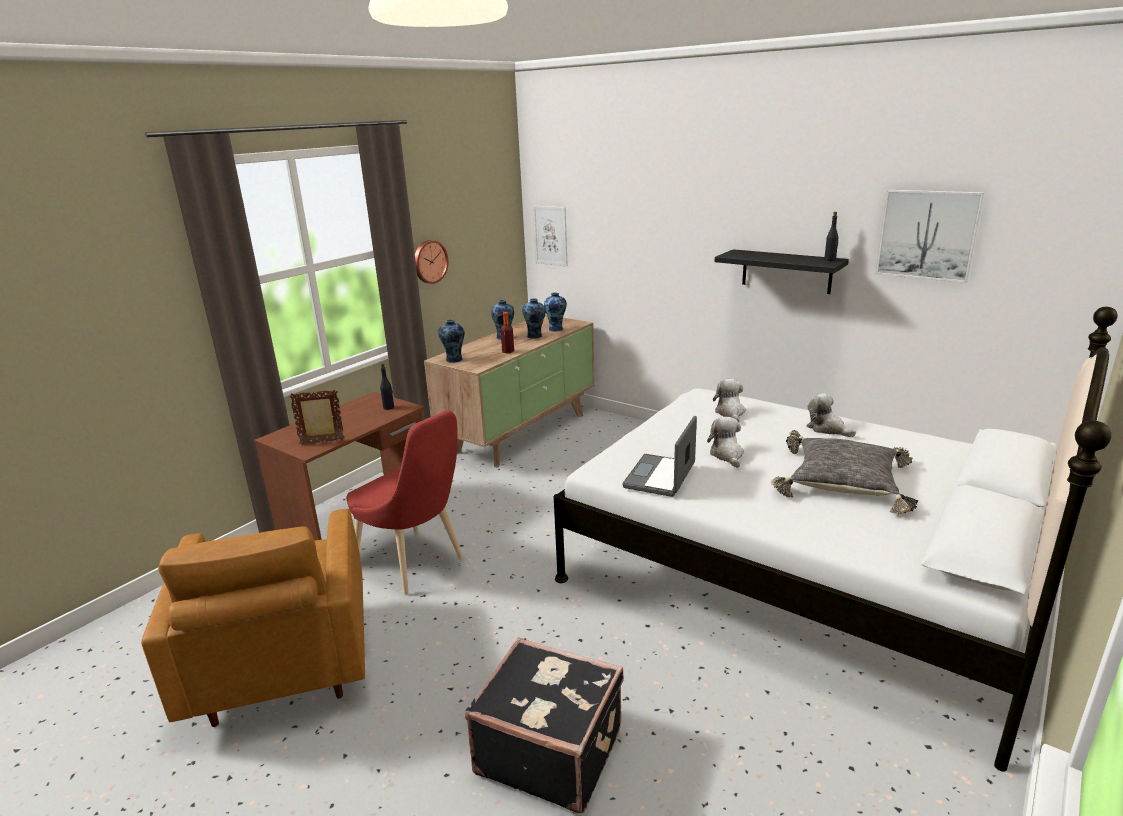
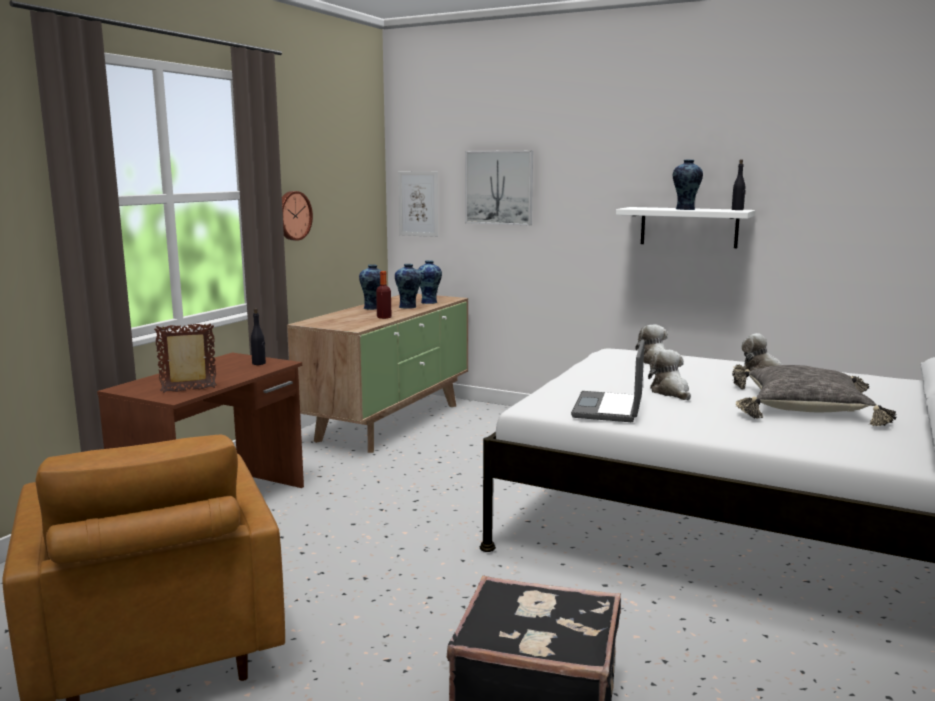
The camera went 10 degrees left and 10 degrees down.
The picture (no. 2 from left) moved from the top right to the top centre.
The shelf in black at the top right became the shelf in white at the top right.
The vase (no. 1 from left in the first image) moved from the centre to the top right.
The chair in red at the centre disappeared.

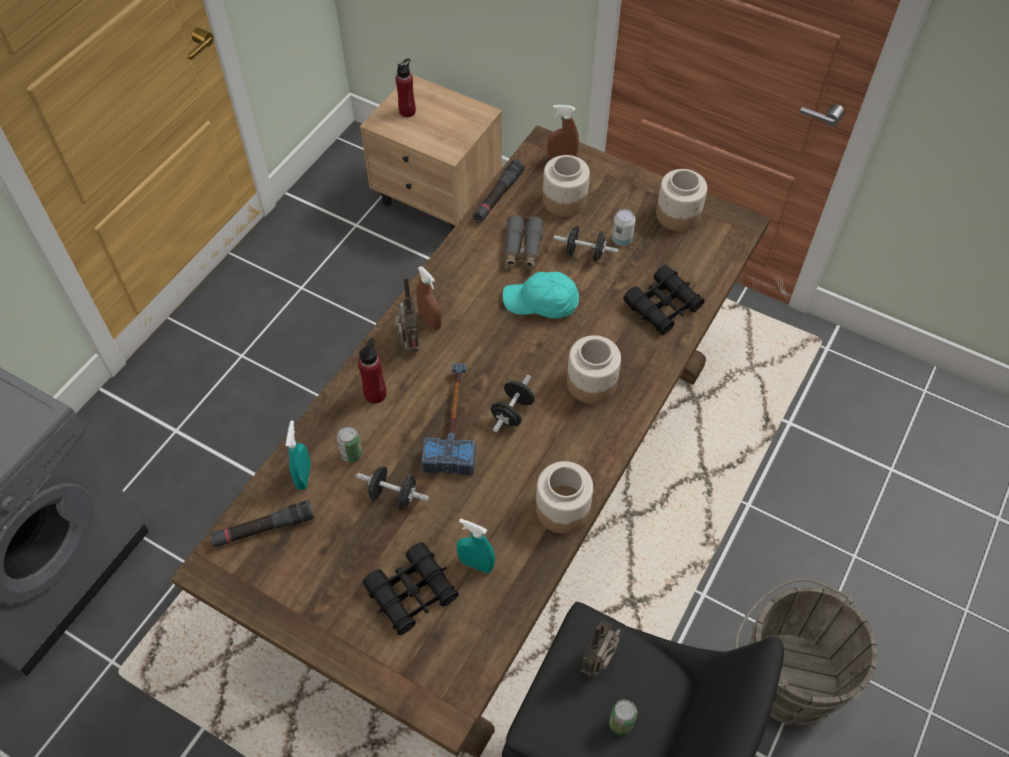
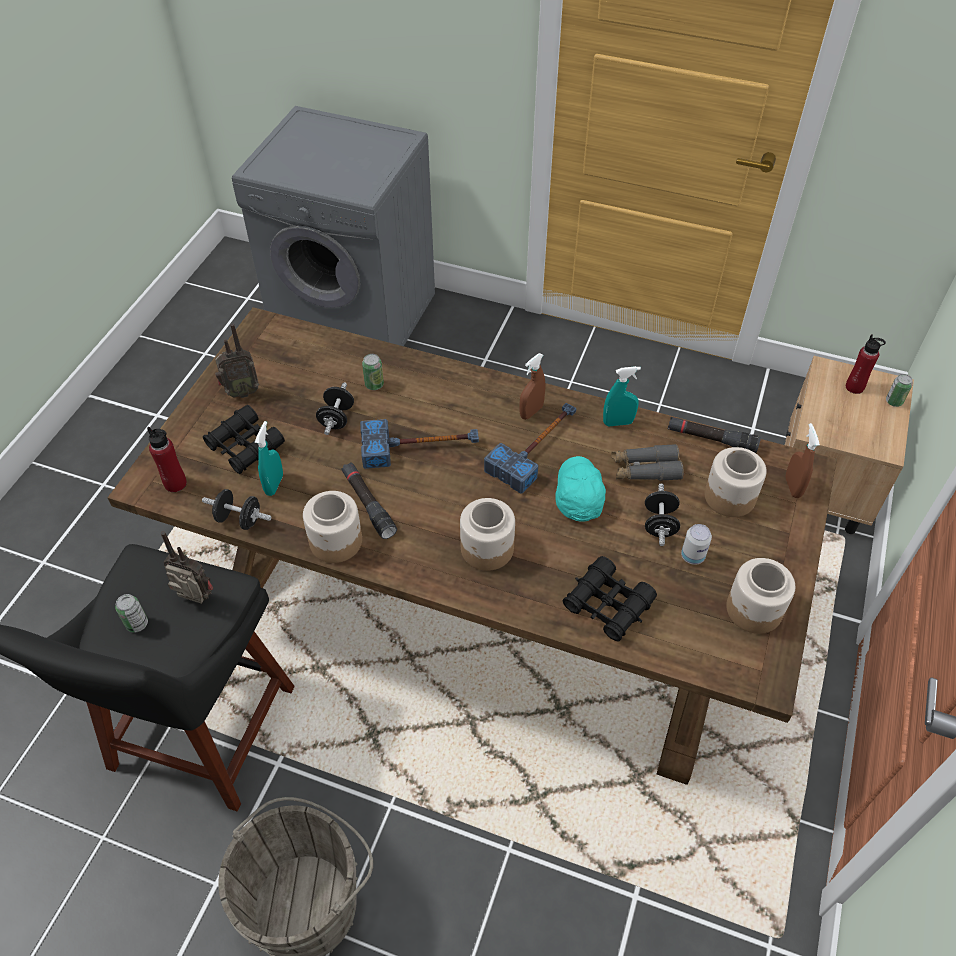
The camera went 80 degrees right and 5 degrees down.
The bottle in red (no. 1 from left) moved from the centre to the middle left.
The dumbbell in black (no. 2 from left in the first image) moved from the centre to the middle left.
The radio (no. 1 from left in the first image) moved from the centre to the middle left.
The flashlight in black (no. 1 from left) moved from the bottom left to the centre.
The hammer (no. 2 from left) at the centre appeared.
The spray bottle in turquoise (no. 1 from left in the first image) moved from the middle left to the centre.
The can (no. 4 from left) at the middle right appeared.

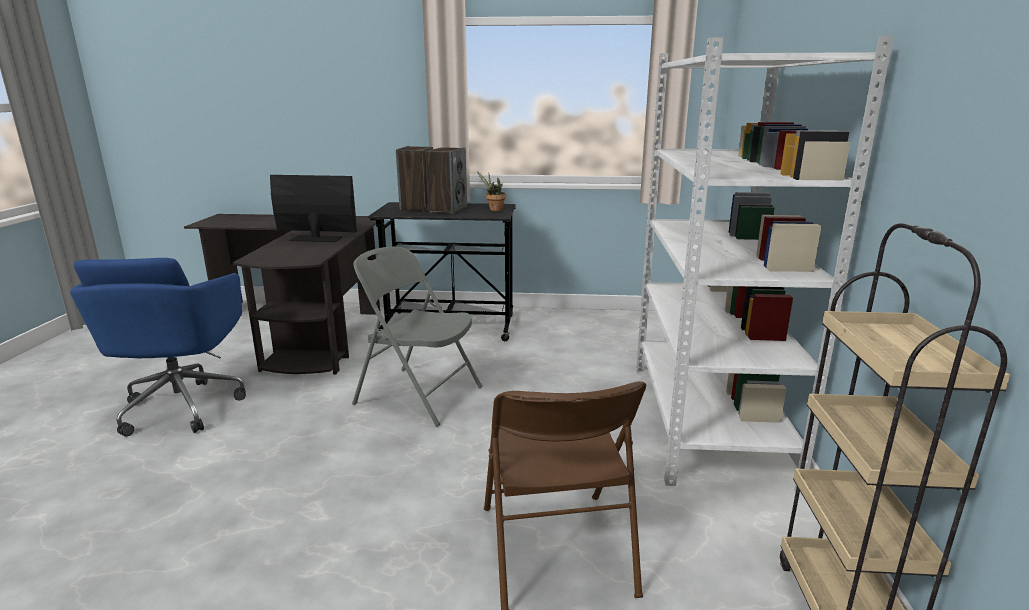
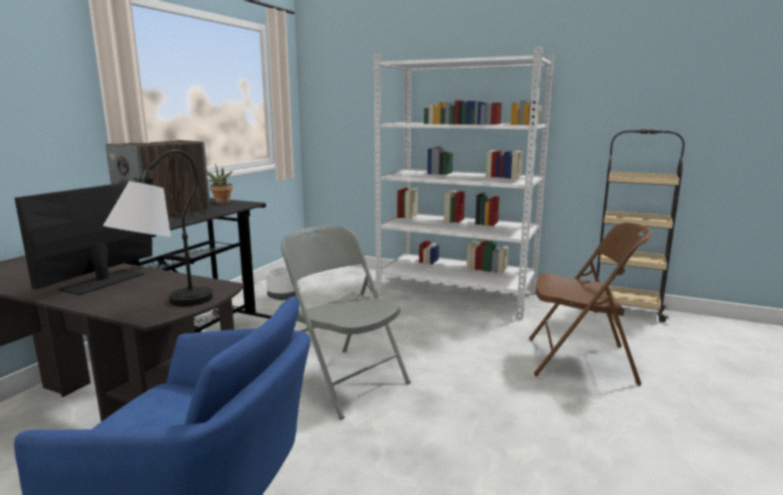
The camera went 70 degrees left and 5 degrees down.
The table lamp at the middle left appeared.
The planter in white at the centre appeared.
The chair in grey at the centre turned 90 degrees clockwise.

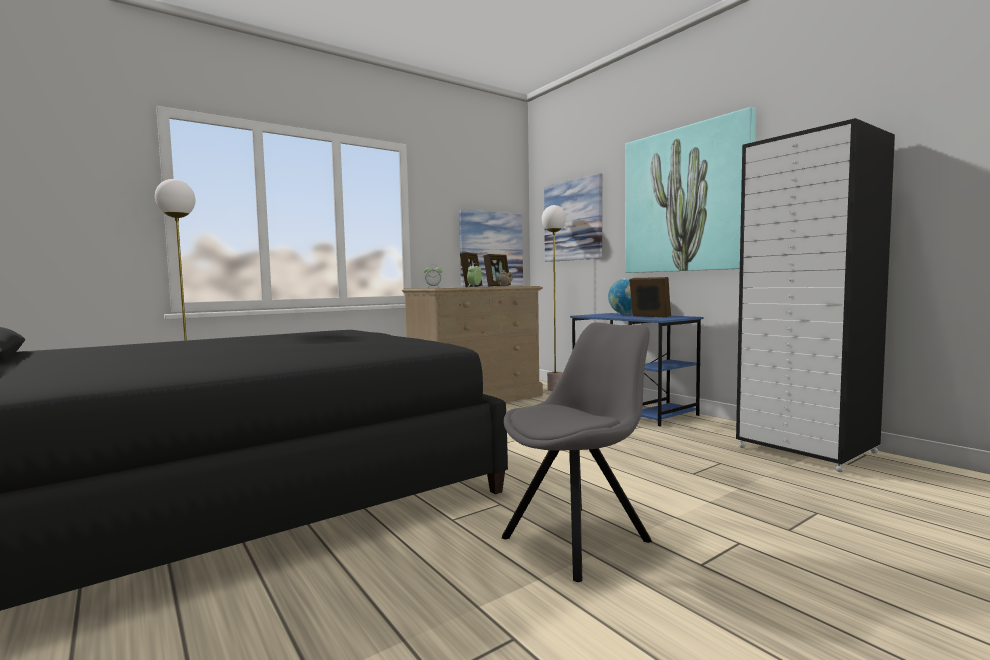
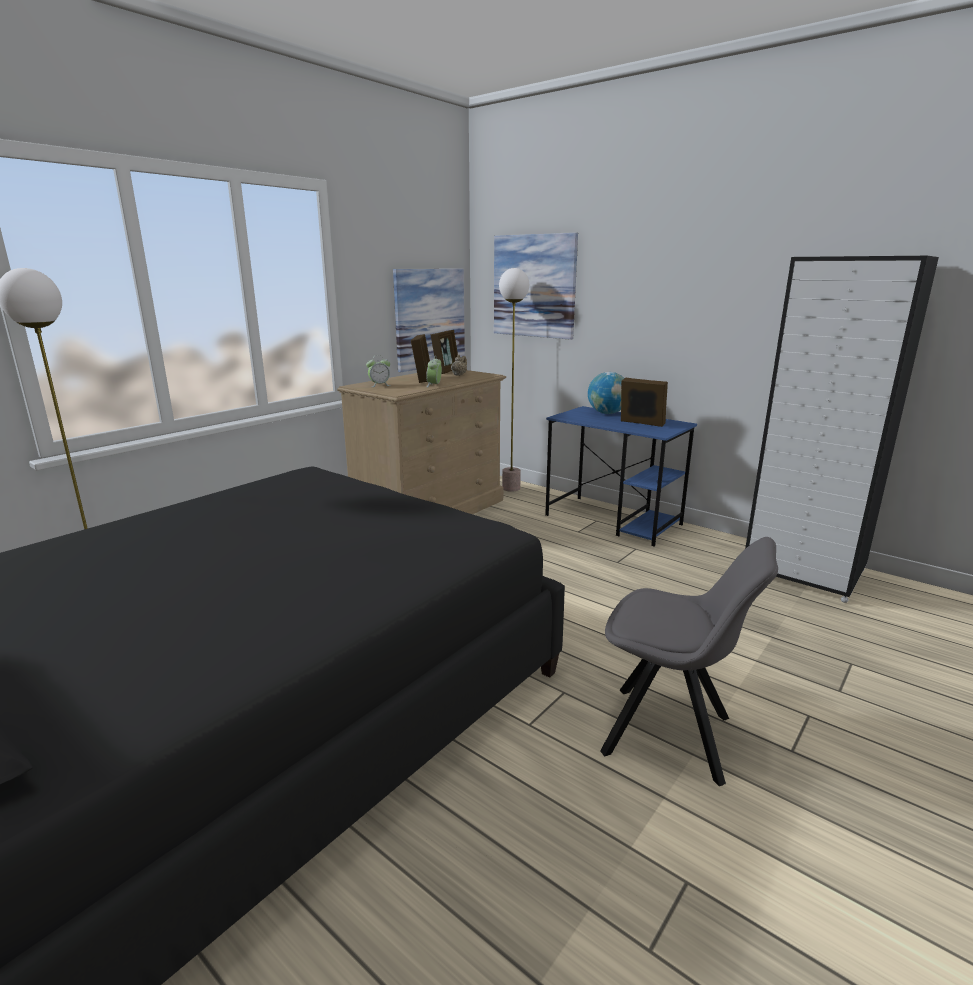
The camera went 15 degrees left and 15 degrees up.
The chair in grey at the bottom centre turned 75 degrees clockwise.
The picture (no. 3 from left) at the top right disappeared.

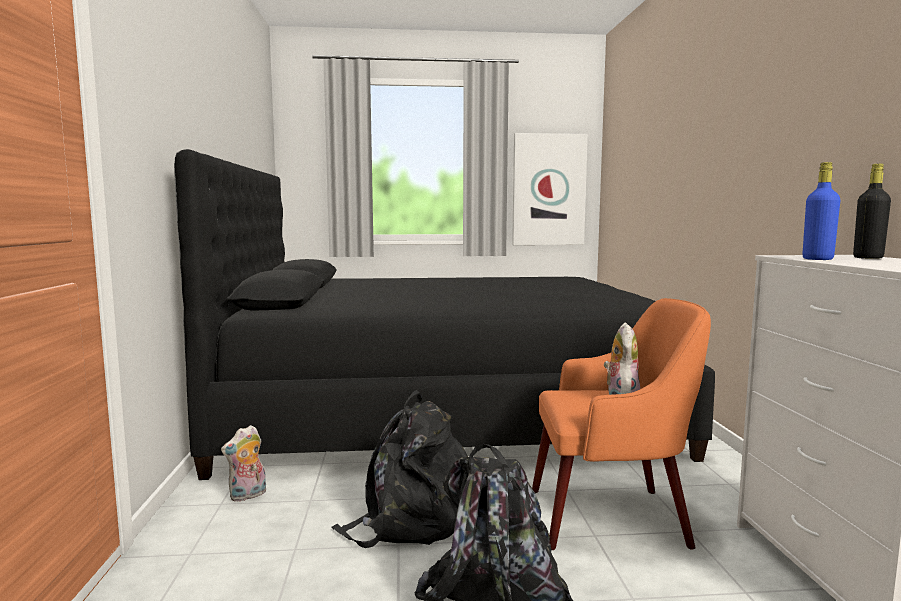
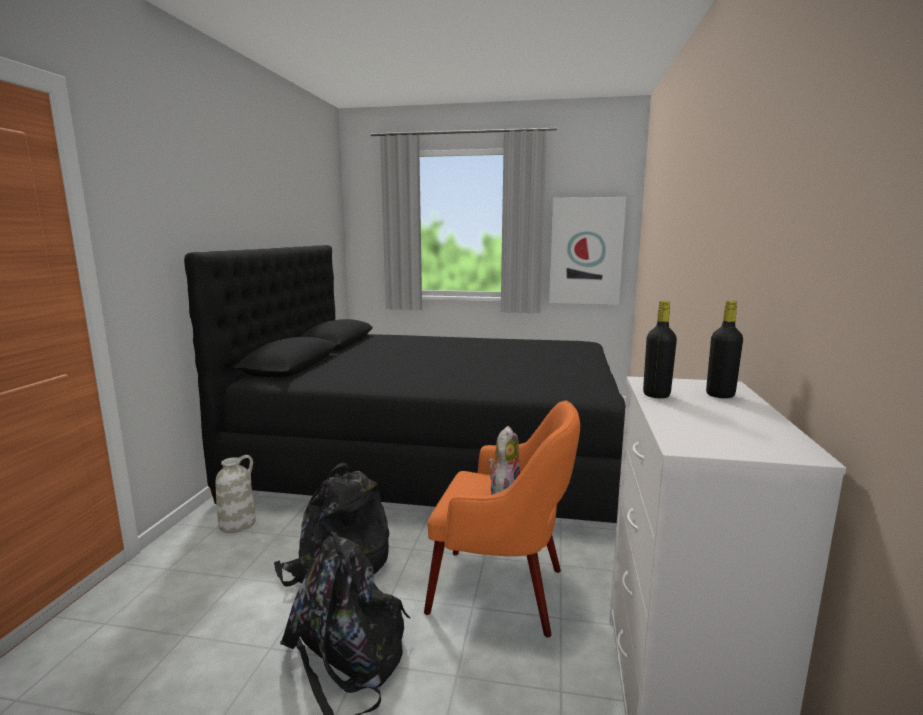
The camera went 15 degrees right and 5 degrees up.
The plush toy (no. 1 from left) at the bottom left was replaced by the vase in white at the bottom left.
The bottle in blue at the middle right became the bottle in black (no. 1 from left) at the middle right.

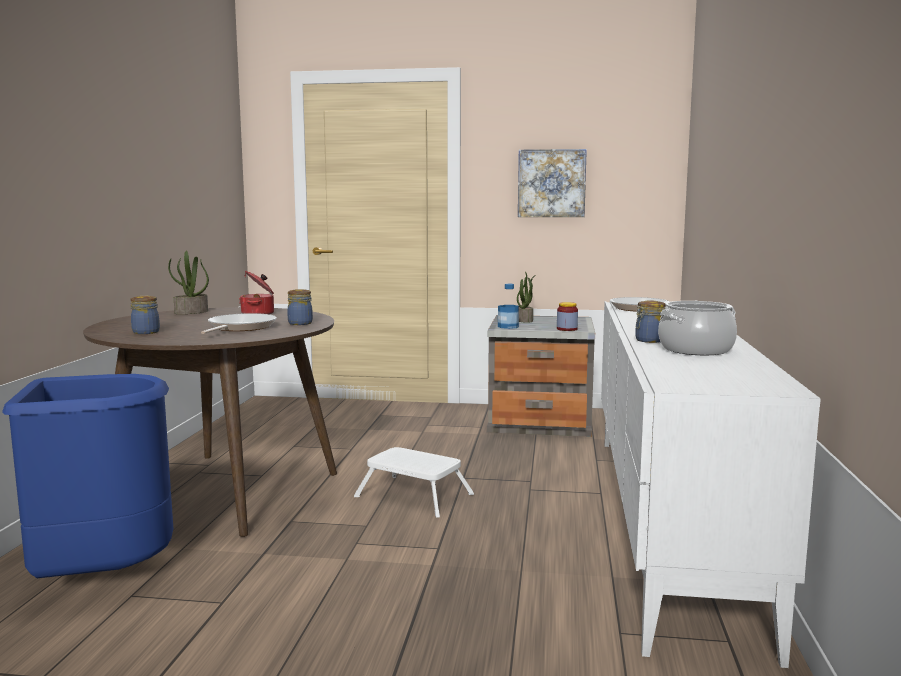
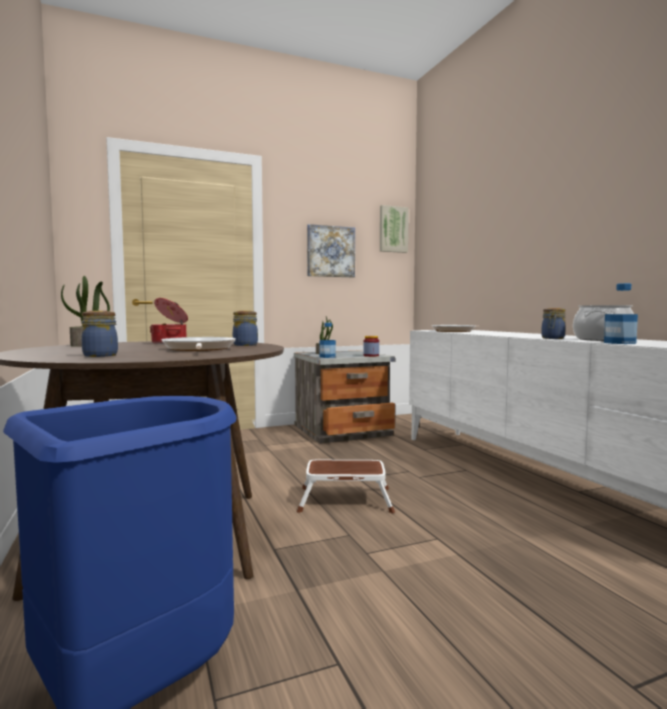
The camera went 30 degrees left and 5 degrees down.
The step ladder in white at the bottom centre became the step ladder in brown at the bottom centre.
The picture (no. 2 from left) at the top centre appeared.
The bottle (no. 2 from left) at the middle right appeared.

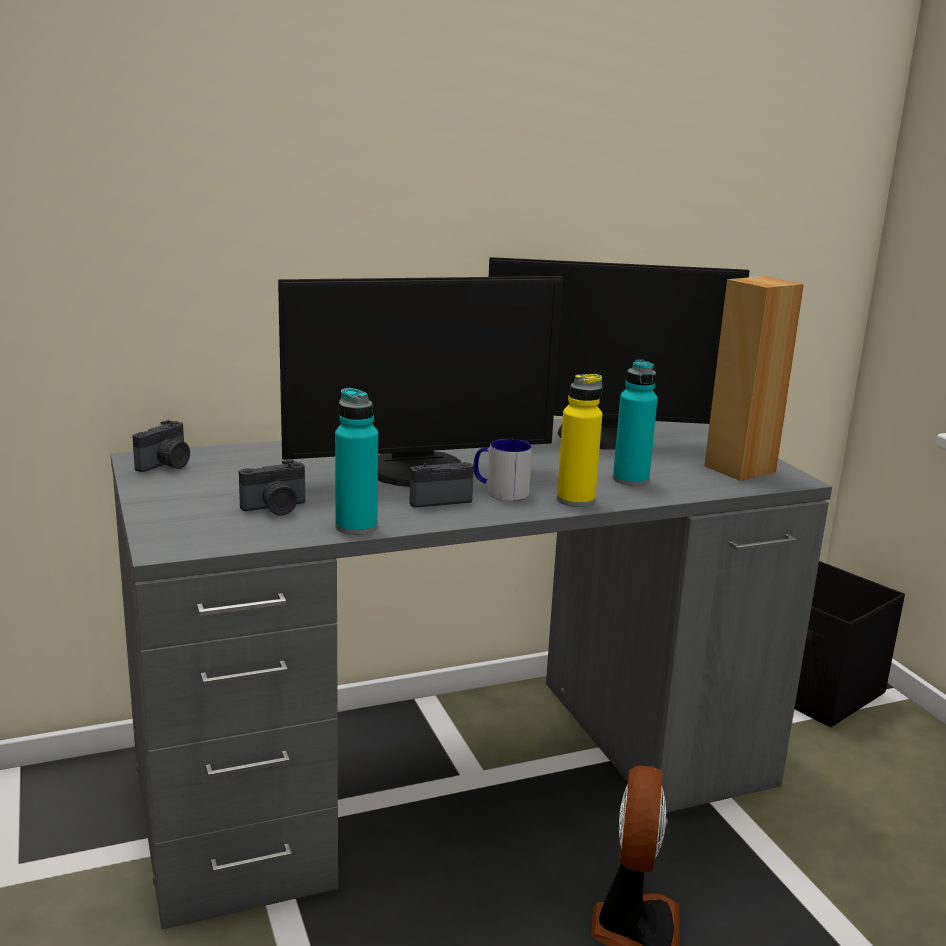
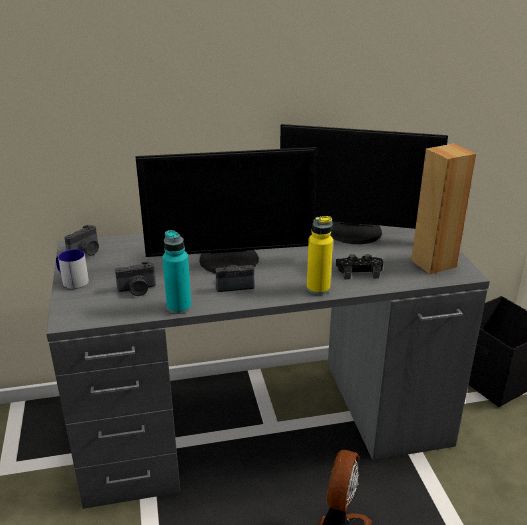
The camera went 10 degrees right and 10 degrees up.
The mug moved from the centre to the middle left.
The bottle in turquoise (no. 2 from left) at the middle right was replaced by the game controller in black at the middle right.

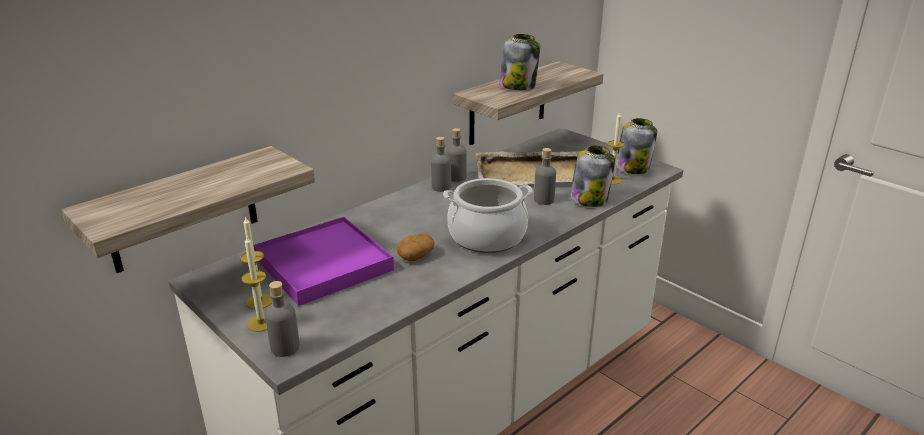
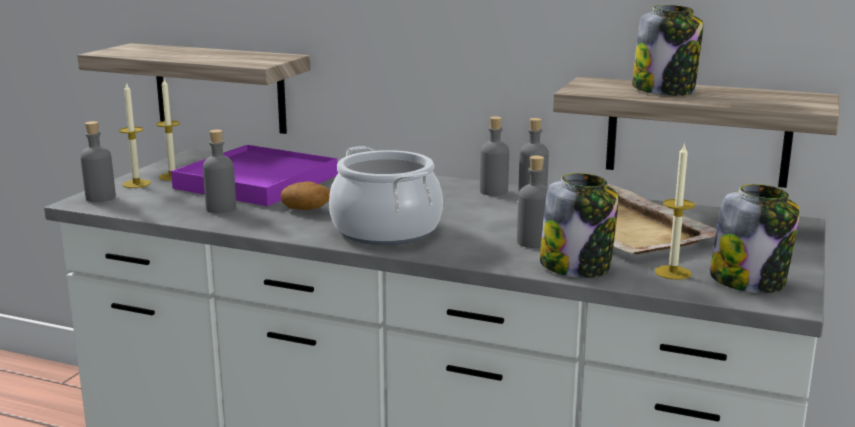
The camera went 65 degrees right and 10 degrees down.
The bottle in grey (no. 2 from left) at the middle left appeared.

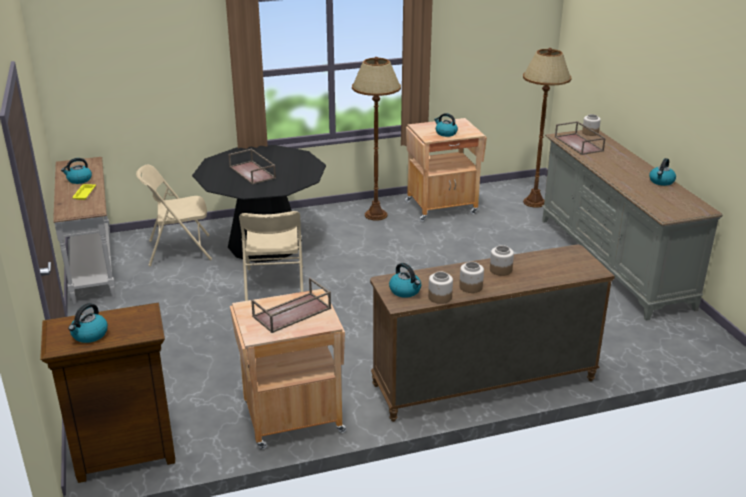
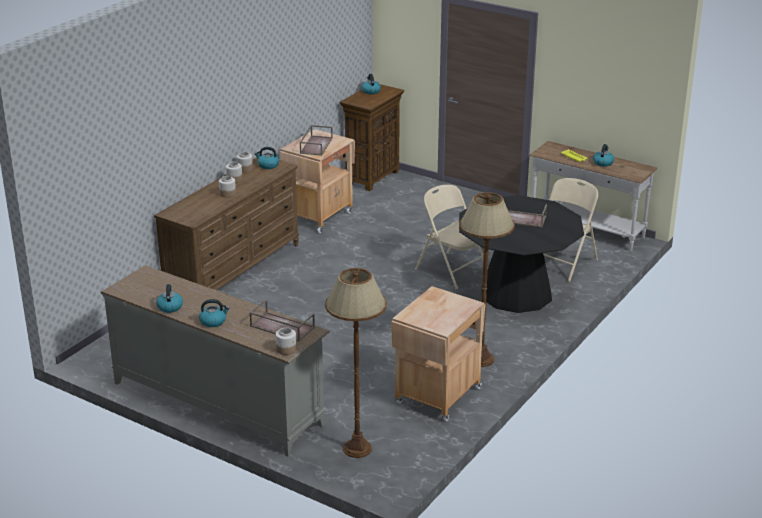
The camera went 140 degrees right and 0 degrees up.
The kettle (no. 4 from left in the first image) moved from the top centre to the middle left.

